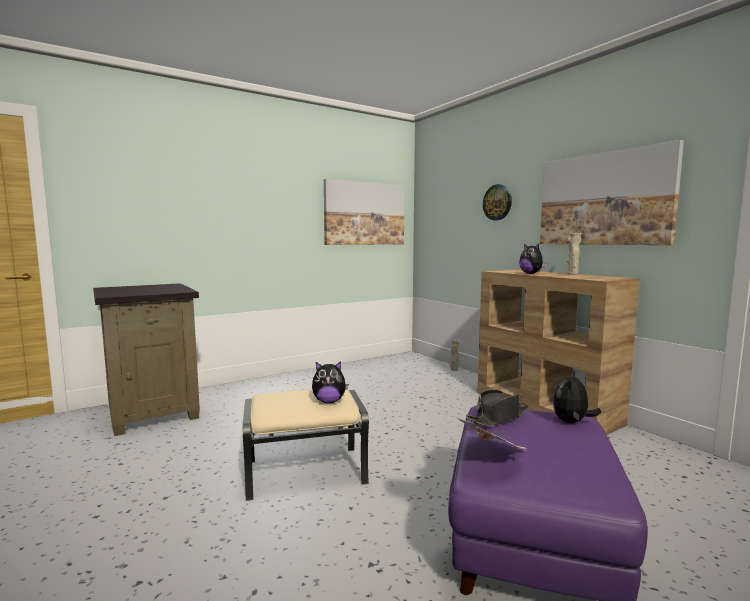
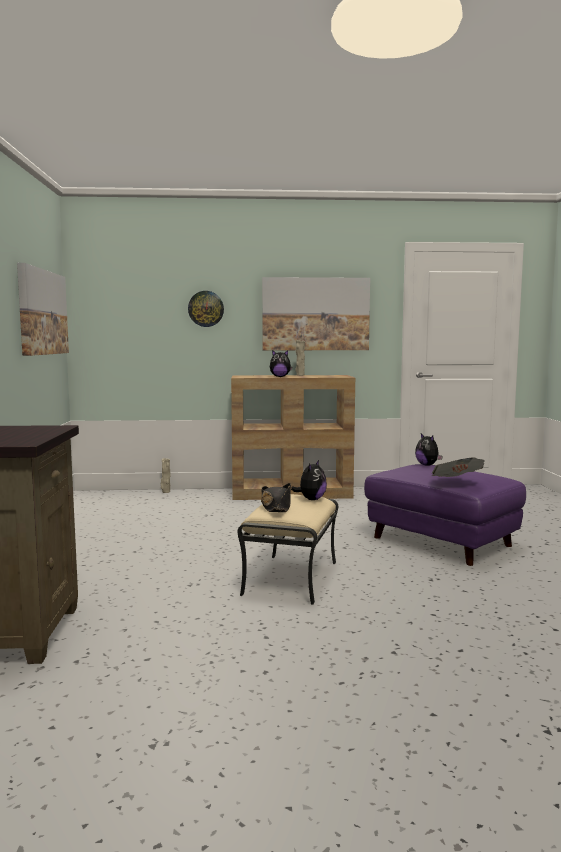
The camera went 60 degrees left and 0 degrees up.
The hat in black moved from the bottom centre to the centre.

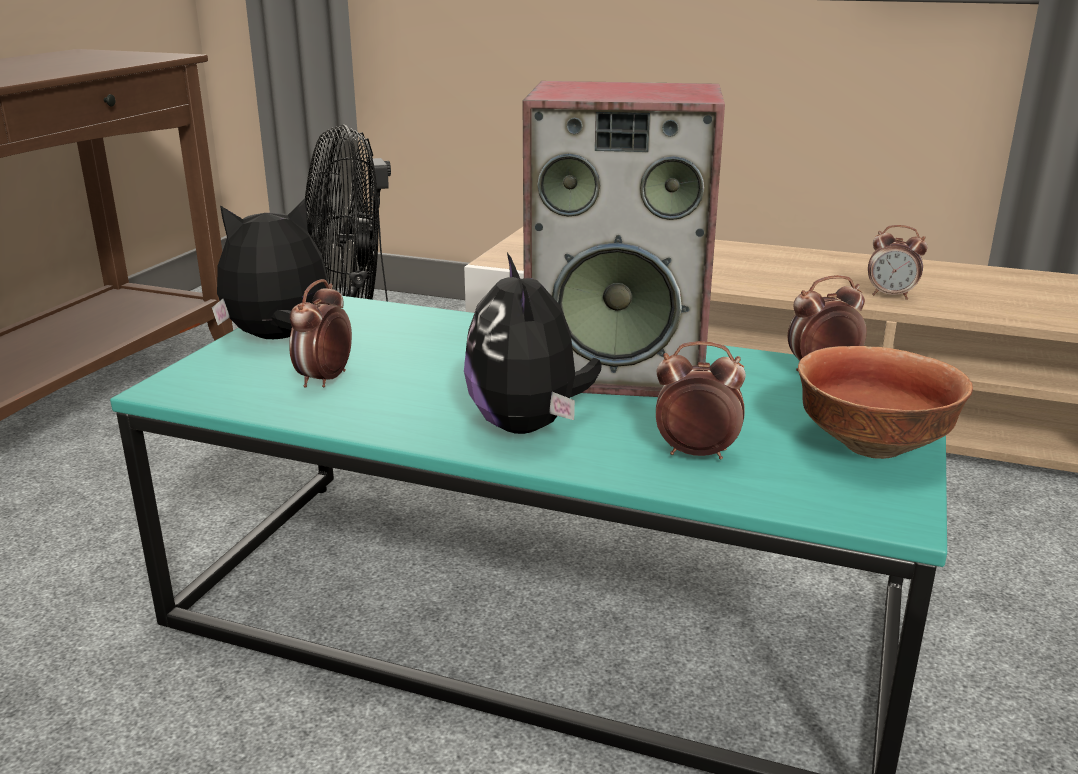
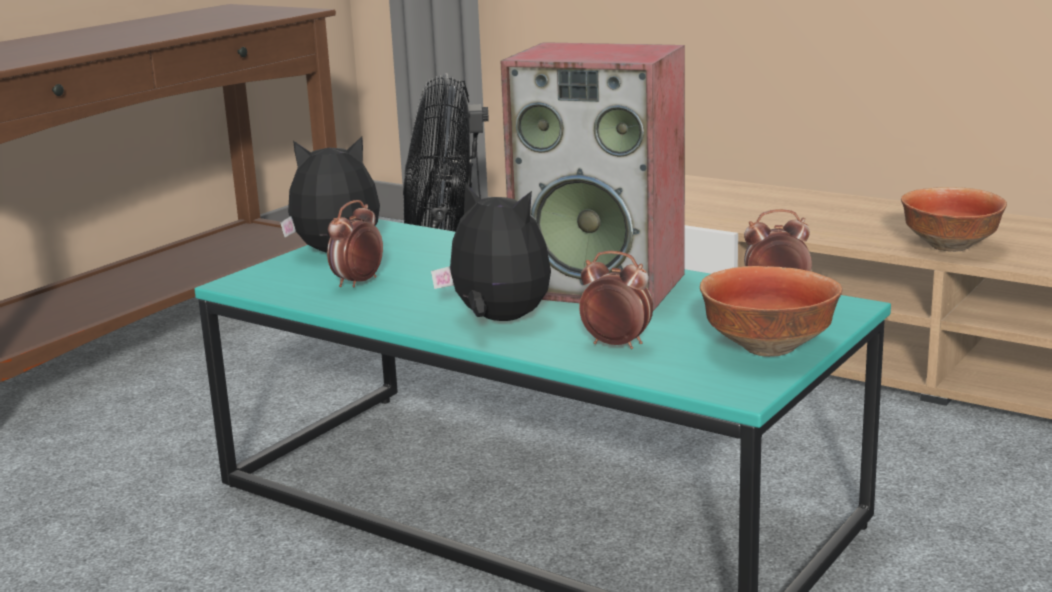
The camera went 15 degrees right and 5 degrees down.
The plush toy (no. 2 from left) at the centre turned 120 degrees clockwise.
The alarm clock (no. 4 from left) at the middle right was replaced by the bowl (no. 2 from left) at the middle right.

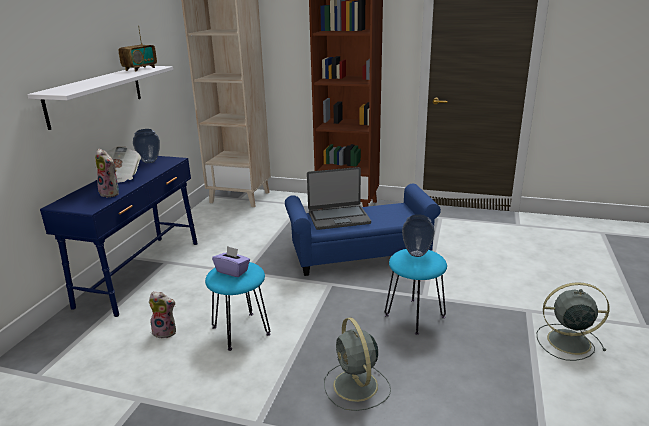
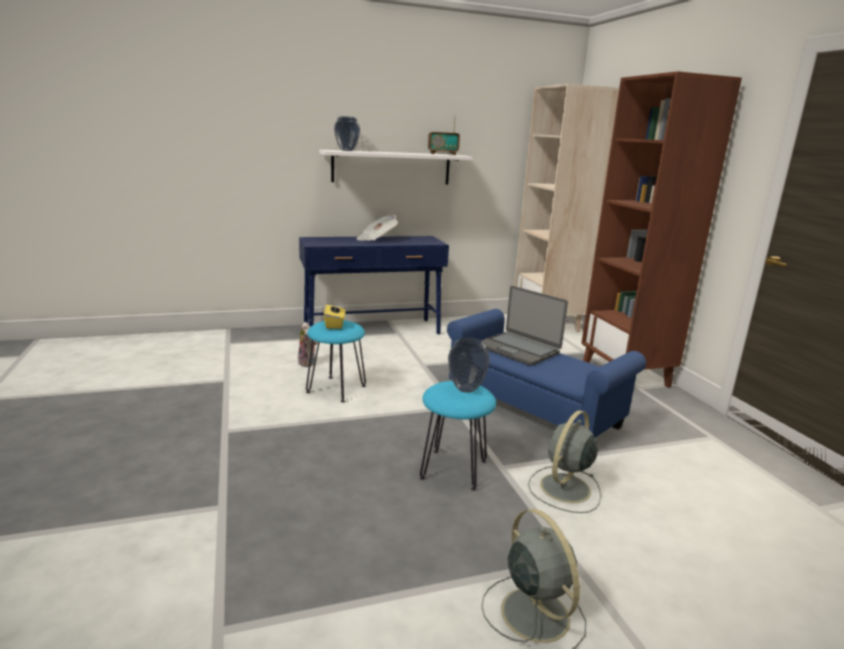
The camera went 55 degrees right and 5 degrees down.
The tissue box in purple at the centre became the tissue box in yellow at the centre.
The vase (no. 1 from left) moved from the middle left to the top centre.
The fan in grey (no. 1 from left in the first image) moved from the bottom centre to the bottom right.
The plush toy (no. 1 from left) at the middle left disappeared.

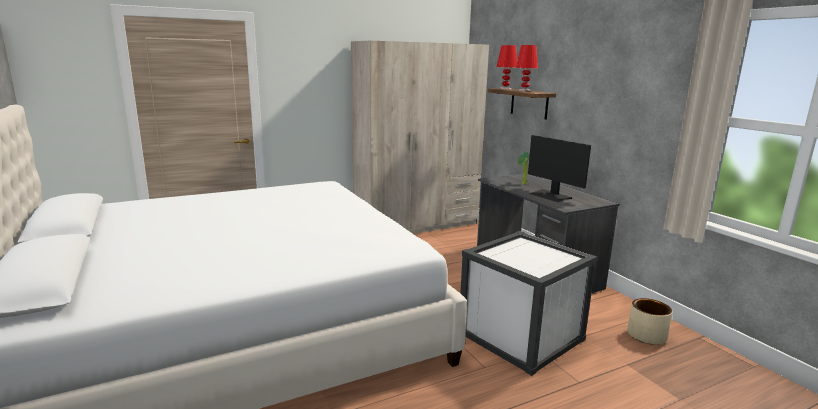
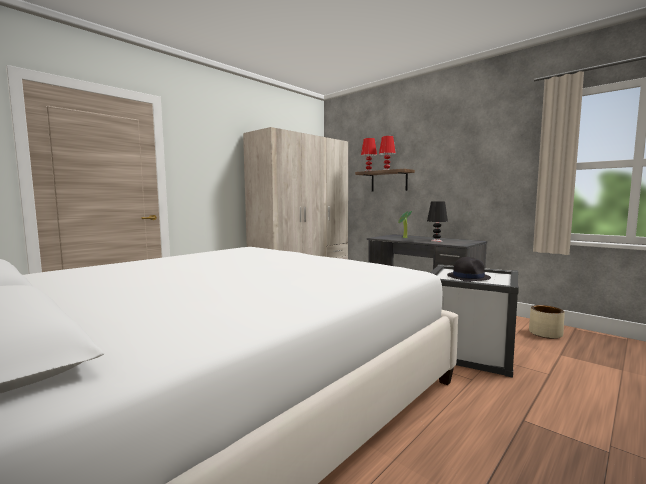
The camera went 20 degrees left and 10 degrees down.
The monitor at the middle right was replaced by the table lamp in black at the middle right.
The hat in black at the middle right appeared.

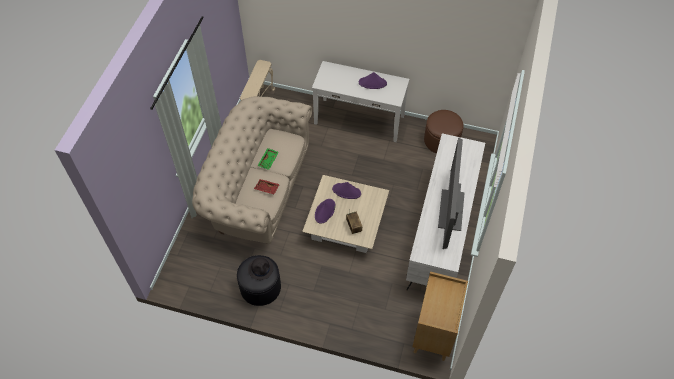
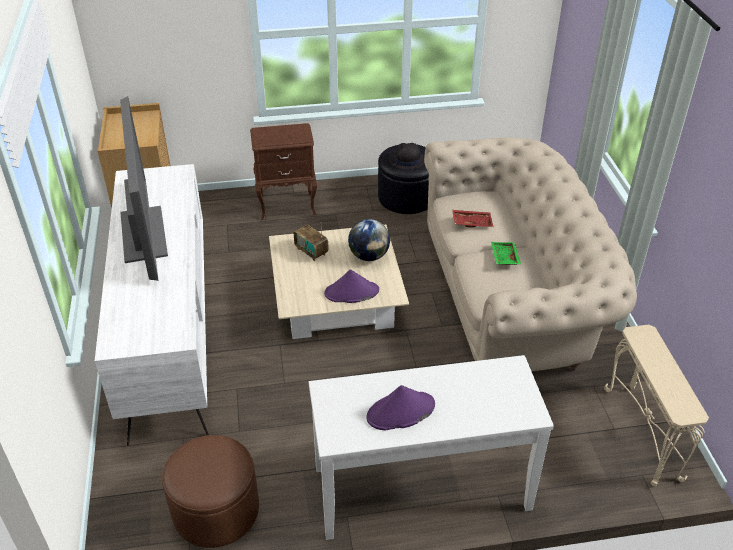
The camera went 155 degrees right and 15 degrees down.
The nightstand in brown at the top centre appeared.
The hat in purple (no. 1 from left) at the centre was replaced by the globe at the centre.

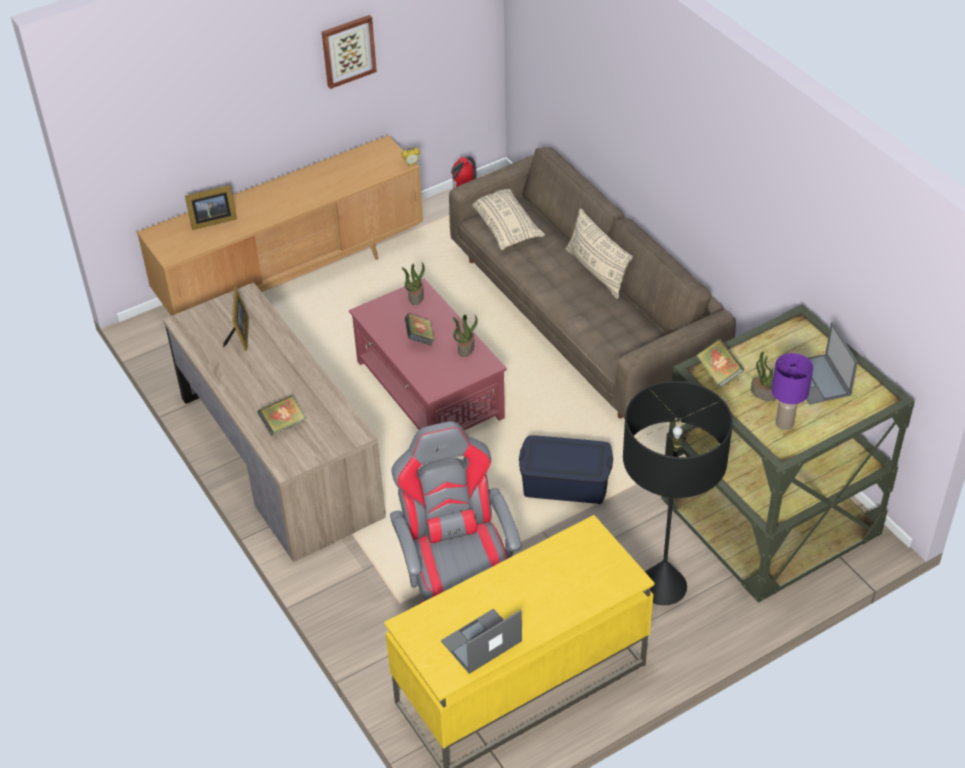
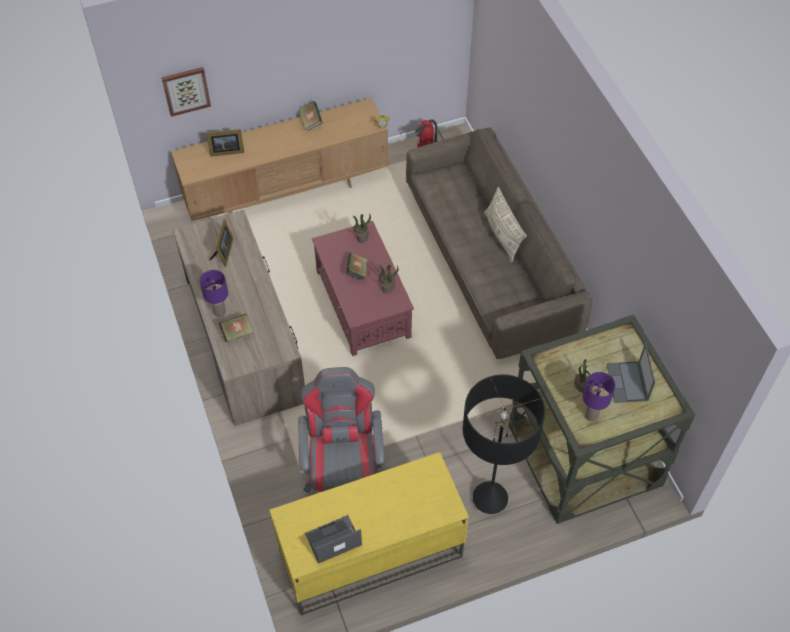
The camera went 10 degrees right and 10 degrees up.
The picture moved from the top centre to the top left.
The table lamp in purple (no. 1 from left) at the middle left appeared.
The book (no. 3 from left in the first image) moved from the middle right to the top centre.
The pillow in beige (no. 1 from left) at the top centre disappeared.
The storage box in blue at the centre disappeared.

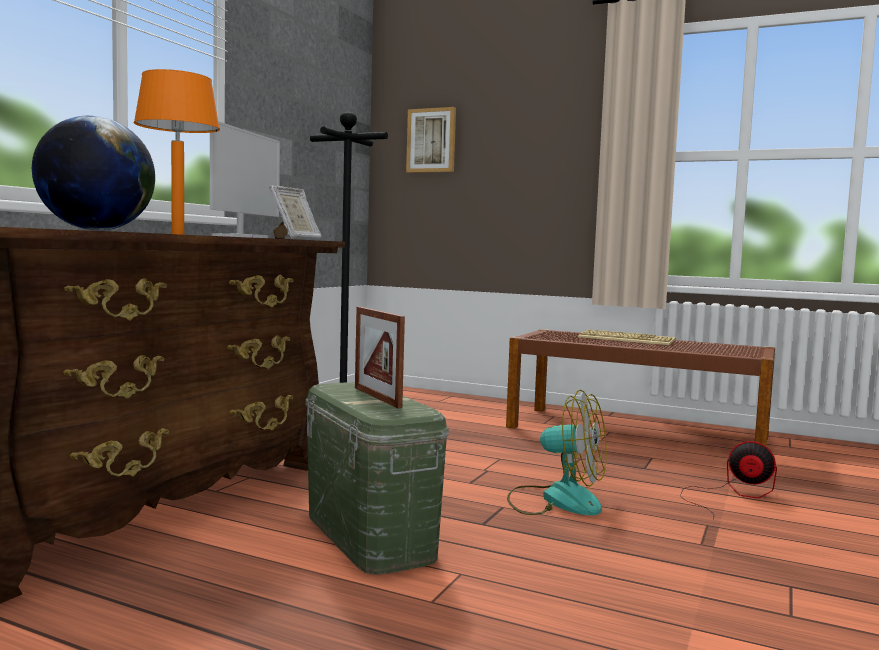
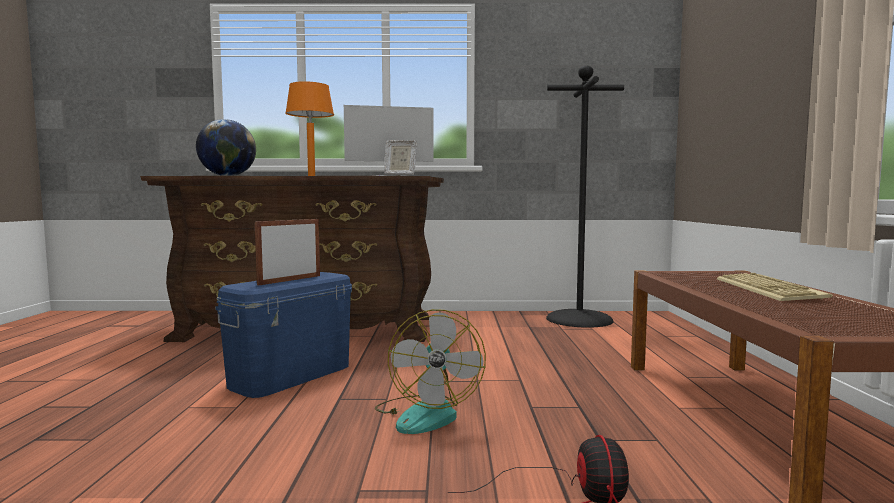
The camera went 65 degrees right and 0 degrees up.
The storage box in green at the bottom centre became the storage box in blue at the middle left.
The picture at the top centre disappeared.

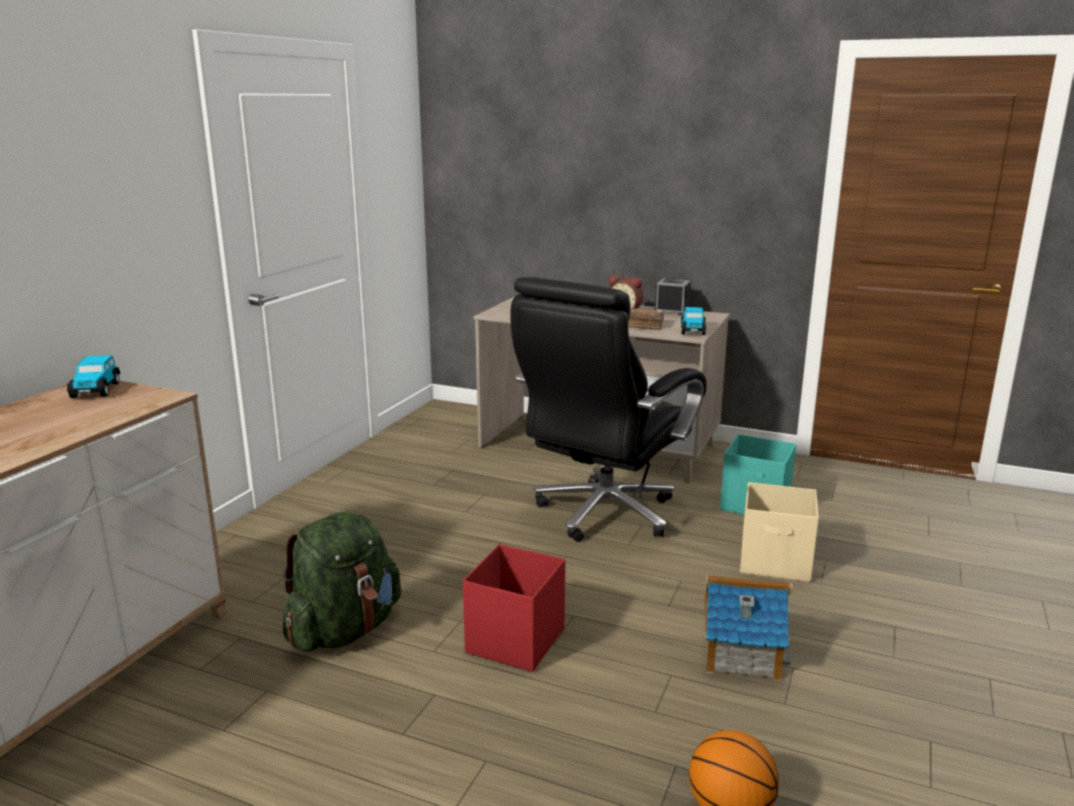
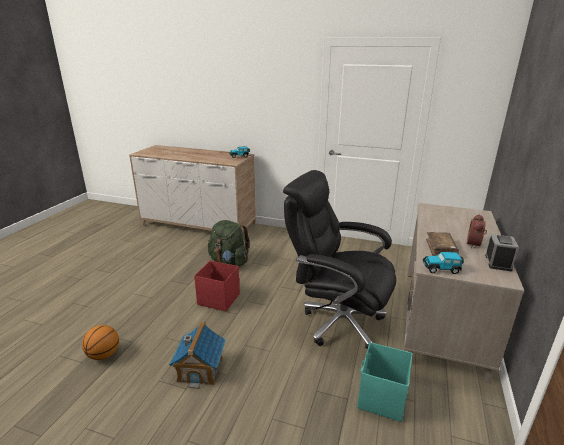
The camera went 85 degrees right and 5 degrees up.
The storage box in beige at the middle right disappeared.

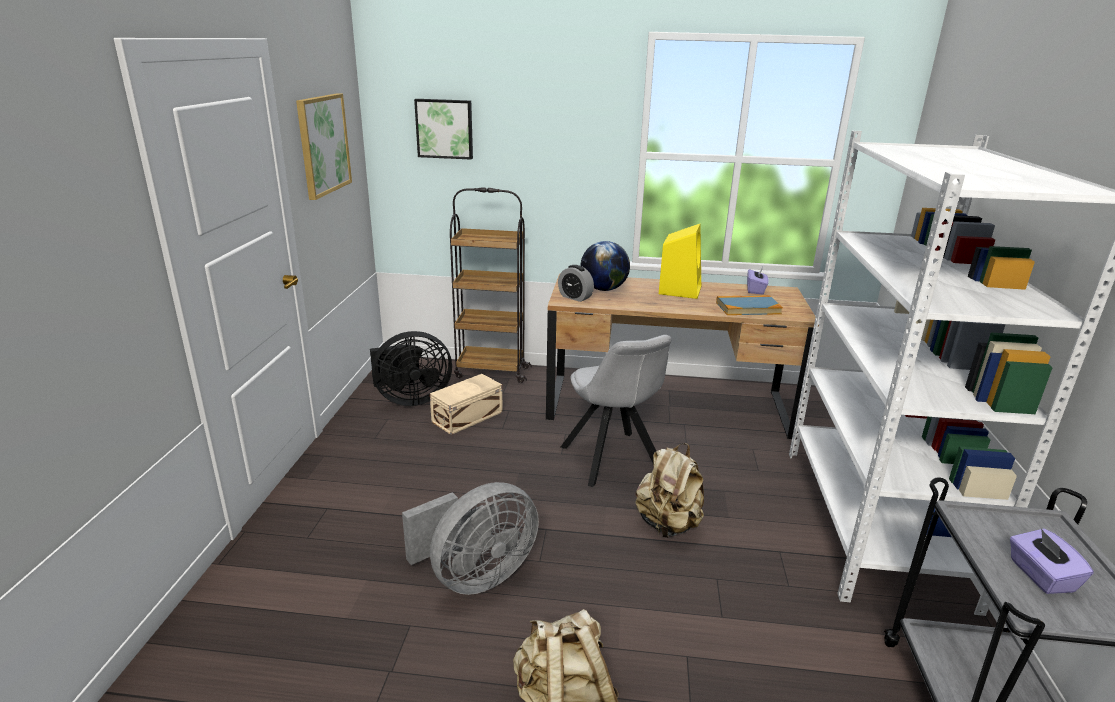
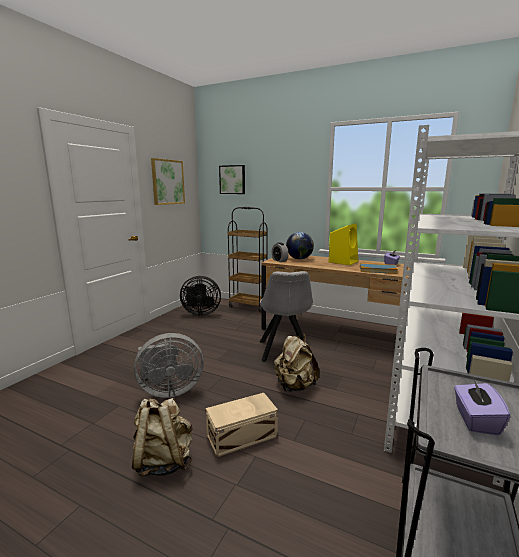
The camera went 20 degrees right and 10 degrees down.
The storage box in beige moved from the centre to the bottom centre.

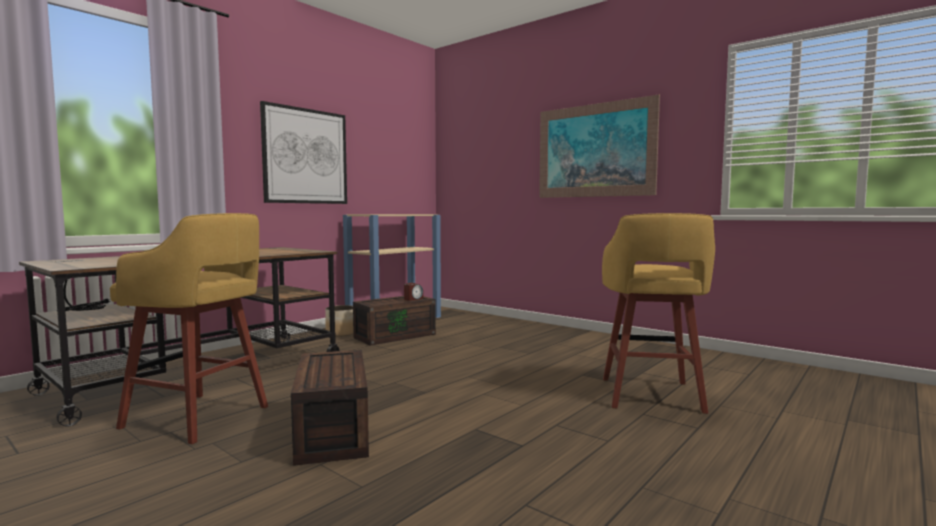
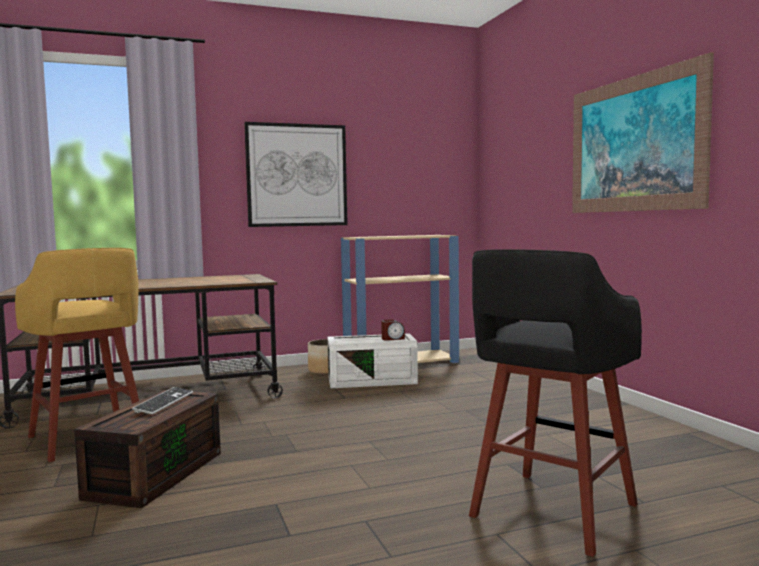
The camera went 30 degrees right and 0 degrees up.
The keyboard at the bottom left appeared.
The storage box in brown (no. 2 from left) at the centre became the storage box in white at the centre.
The stool in yellow (no. 2 from left) at the middle right became the stool in black at the bottom right.

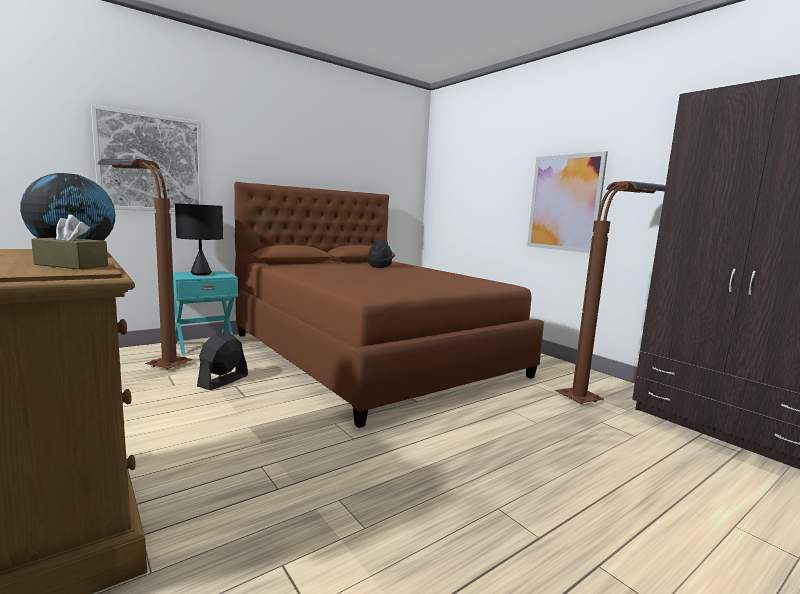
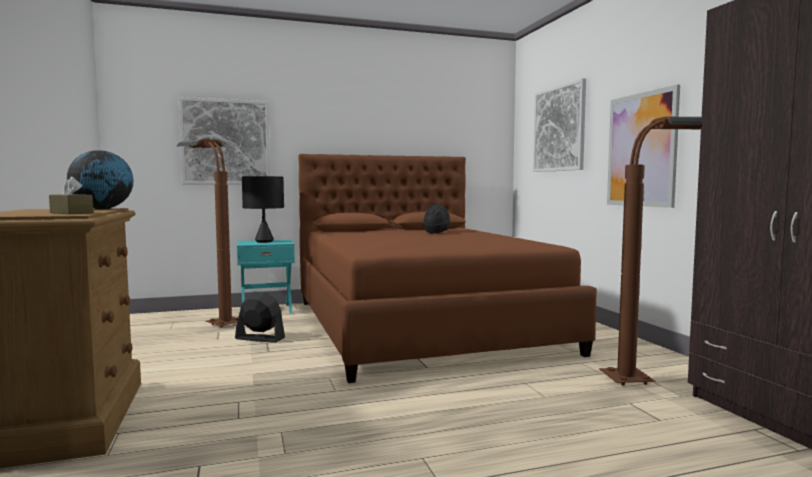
The camera went 20 degrees right and 5 degrees down.
The fan in black at the middle left turned 60 degrees clockwise.
The picture (no. 2 from left) at the top right appeared.

